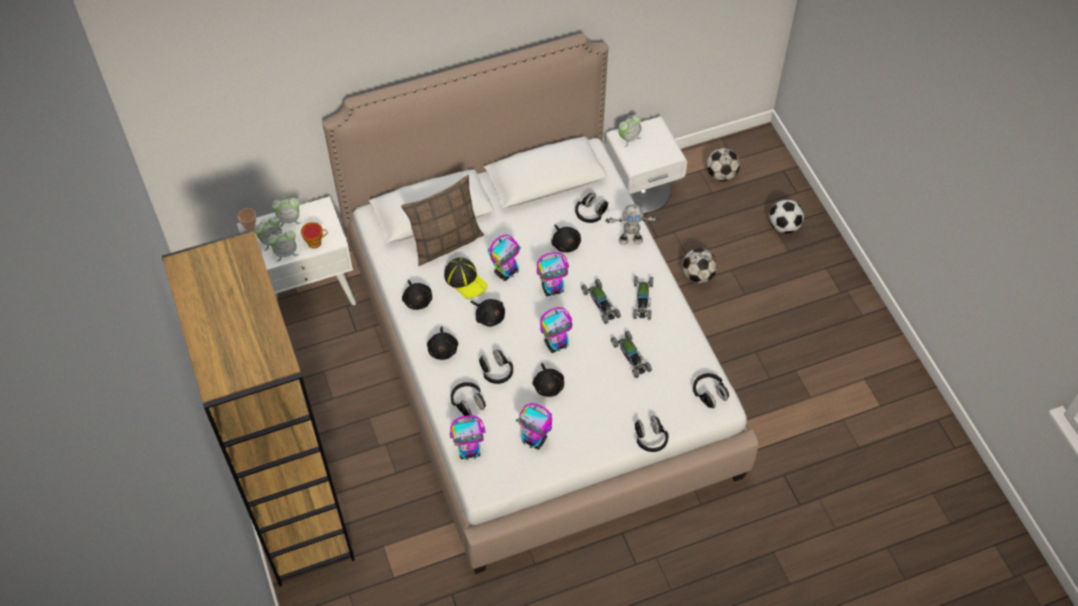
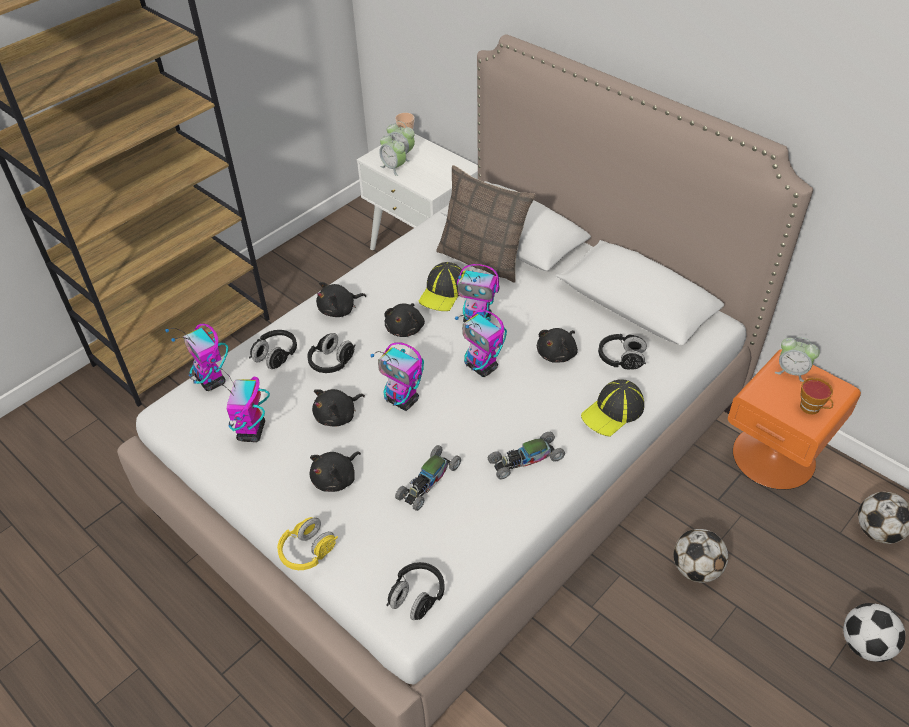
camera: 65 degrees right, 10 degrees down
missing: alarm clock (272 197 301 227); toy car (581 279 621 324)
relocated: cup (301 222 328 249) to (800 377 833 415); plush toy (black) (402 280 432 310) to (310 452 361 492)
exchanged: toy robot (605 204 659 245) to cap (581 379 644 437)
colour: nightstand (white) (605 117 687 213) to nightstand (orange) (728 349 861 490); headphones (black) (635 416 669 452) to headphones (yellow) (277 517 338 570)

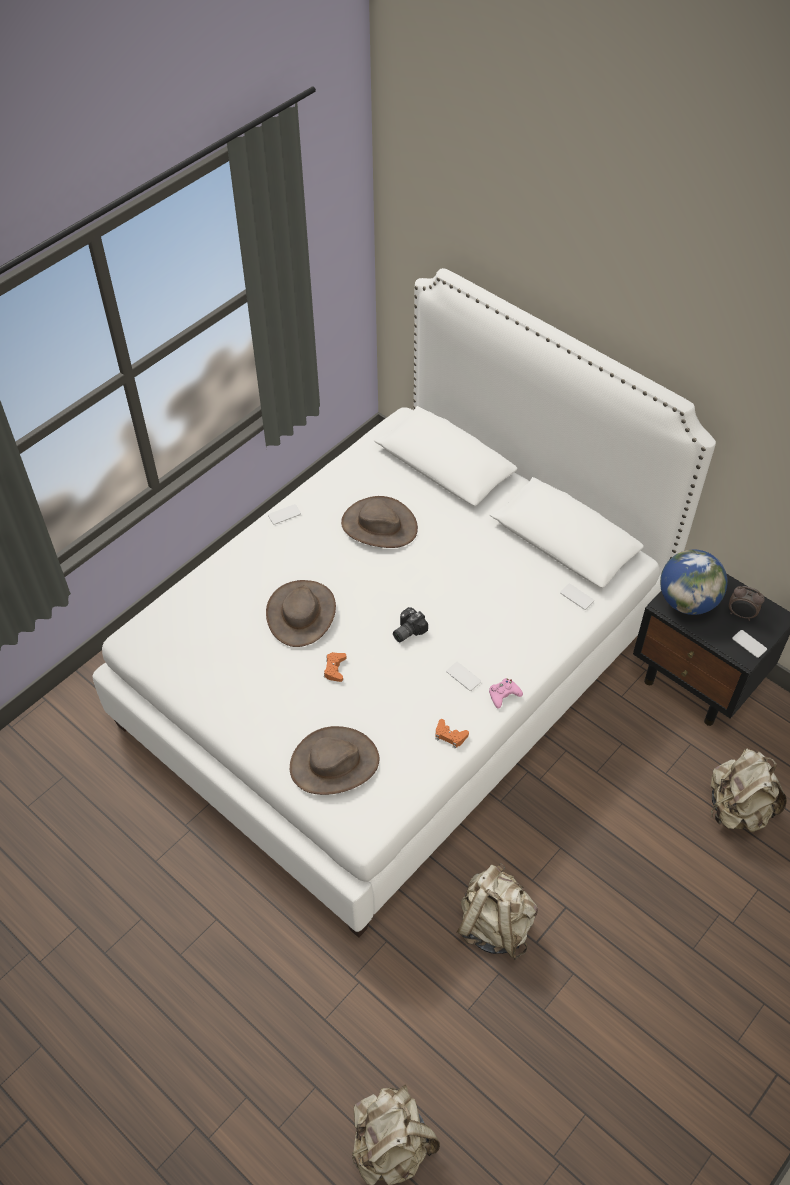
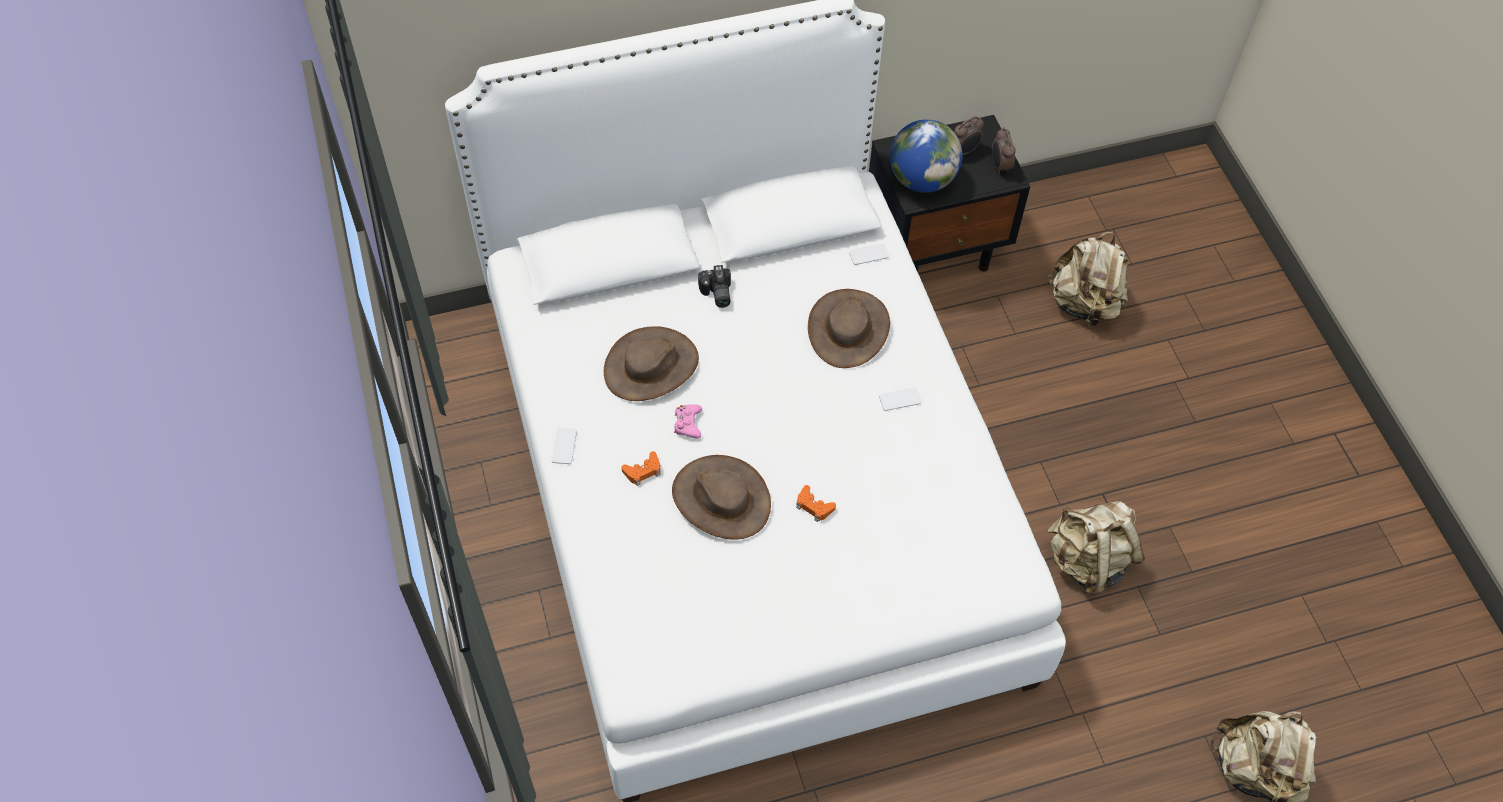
camera: 60 degrees left, 5 degrees up
relocated: hat (brown) (290 726 379 795) to (808 289 890 368); photo camera (393 607 428 643) to (698 265 731 308); game controller (orange) (436 719 469 749) to (621 451 661 486); game controller (pink) (489 678 523 709) to (674 404 702 439)
exchanged: phone (732 630 767 658) to alarm clock (992 127 1016 174)

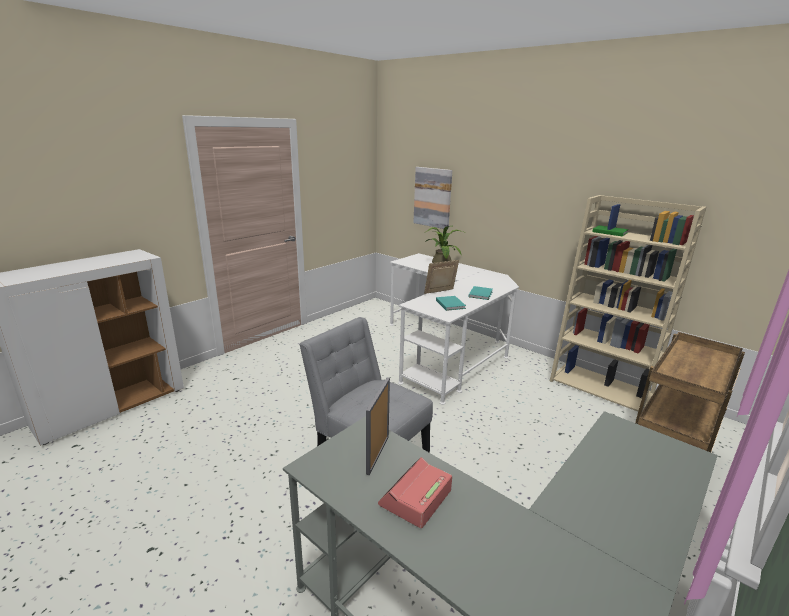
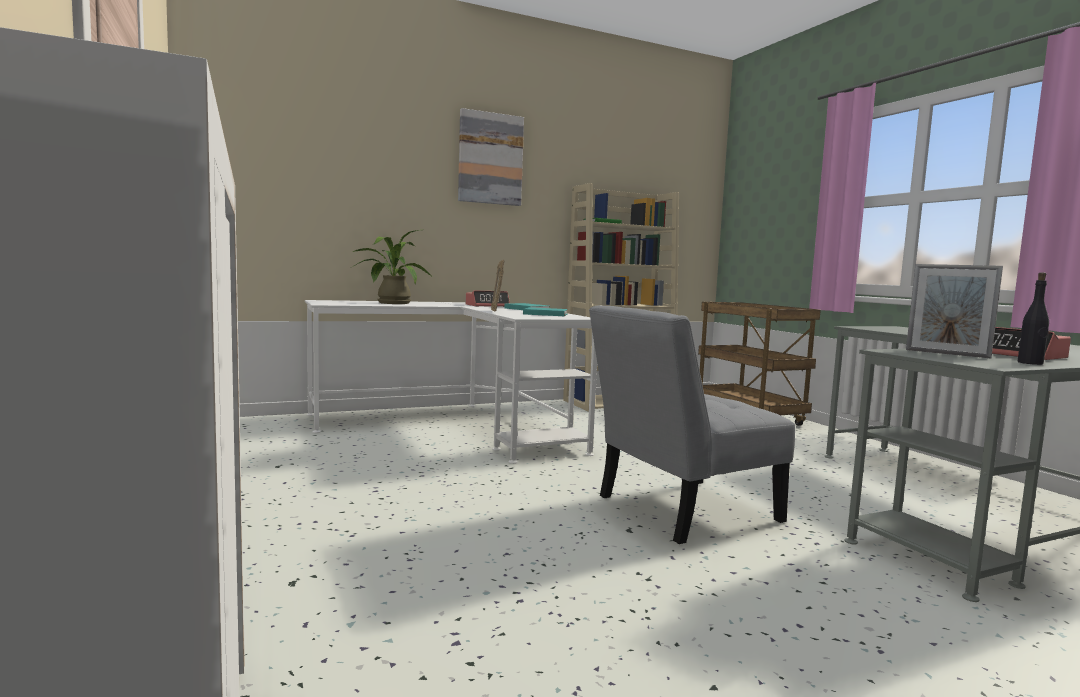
camera: 65 degrees left, 15 degrees down
appeared: alarm clock (466 290 510 307); bottle (black) (1018 272 1049 365)
relocated: picture (413 167 452 229) to (458 108 524 206)

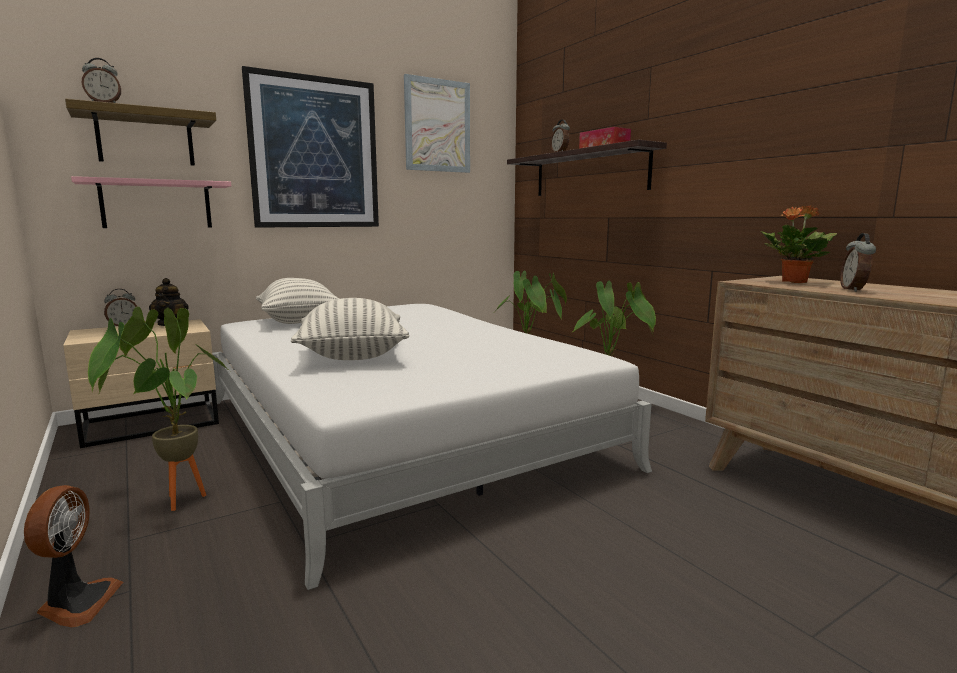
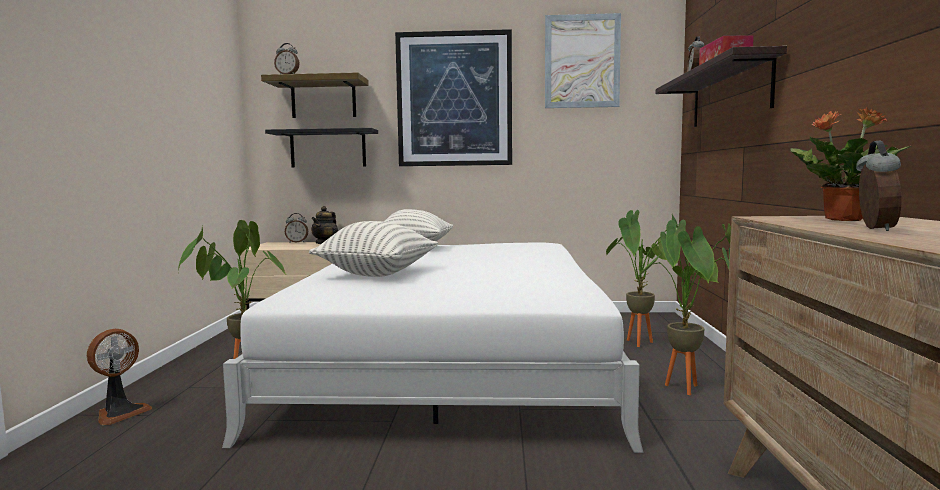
camera: 35 degrees right, 5 degrees down
colour: shelf (pink) (71 176 231 228) to shelf (black) (265 128 378 167)
spun: alarm clock (840 233 876 292) = (856 140 902 231) 150 degrees clockwise

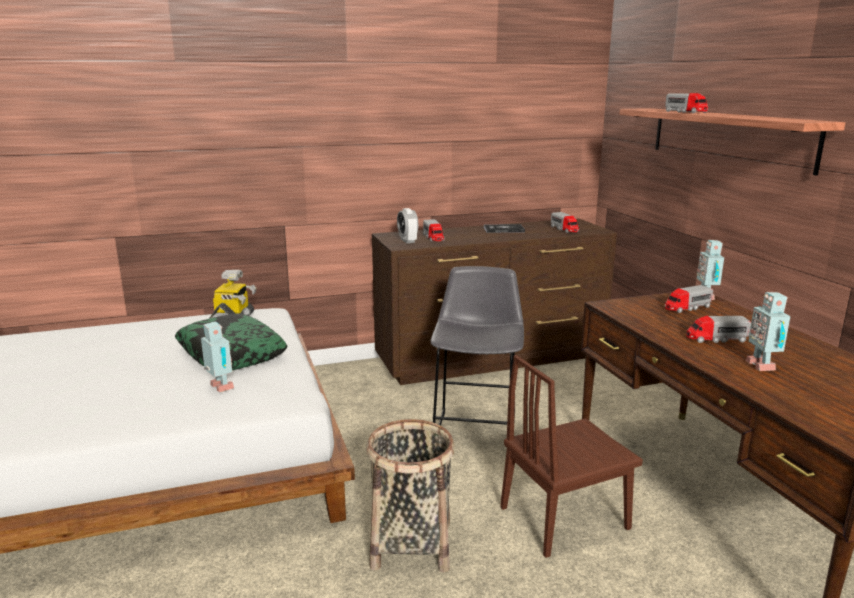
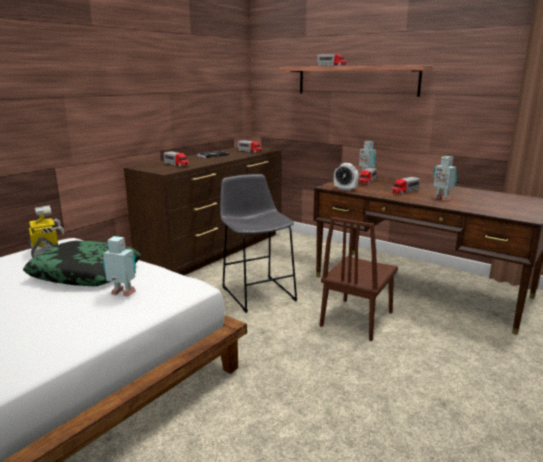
camera: 35 degrees left, 0 degrees up
missing: basket (367 419 455 572)
relocated: alarm clock (397 208 418 243) to (334 163 359 191)

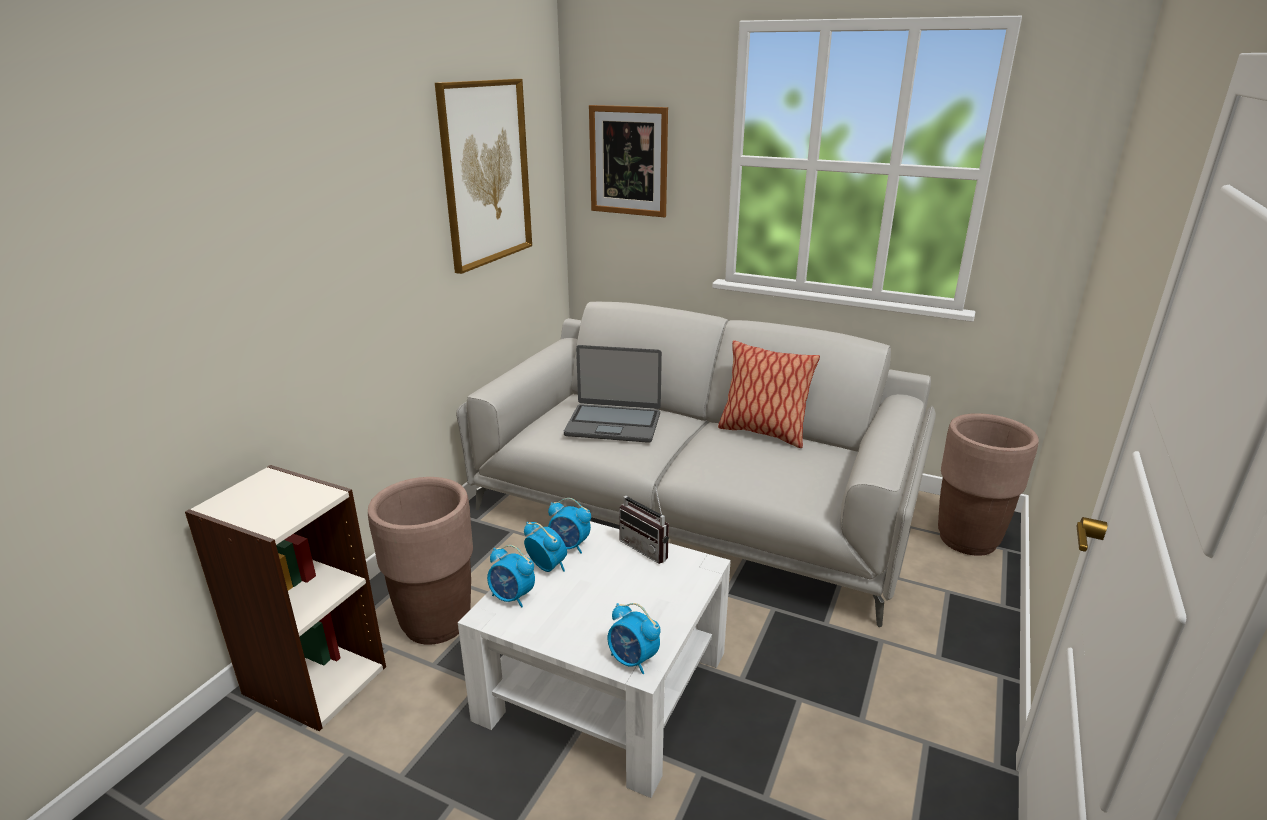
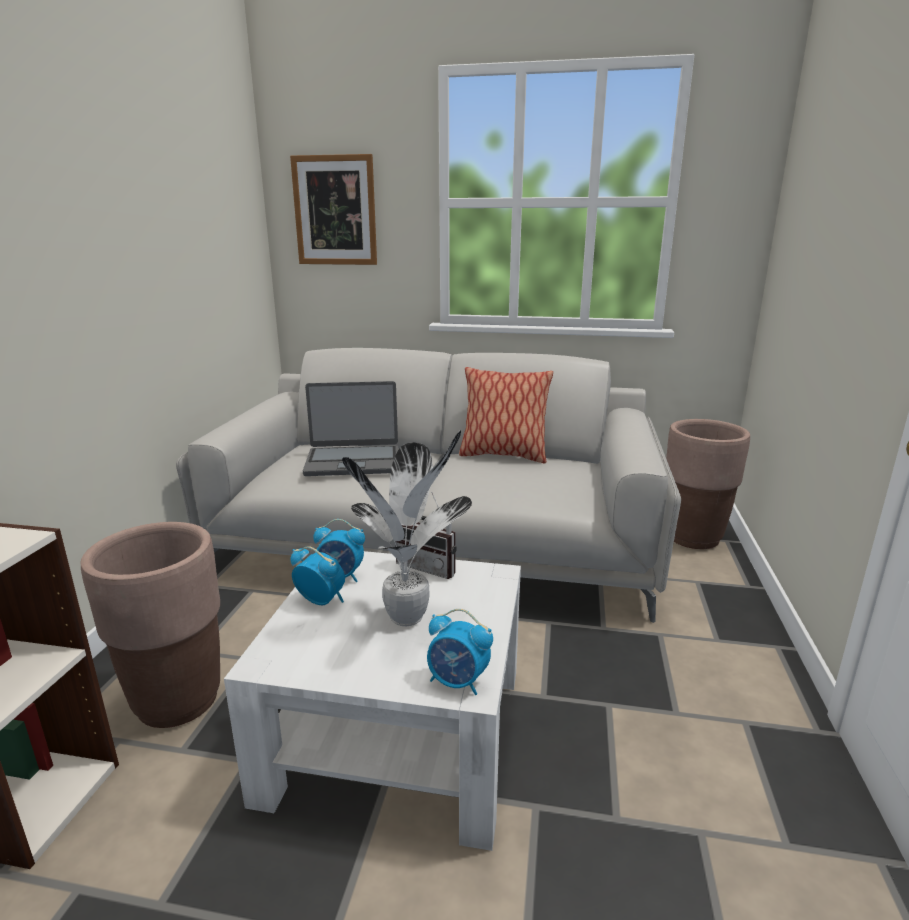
camera: 15 degrees left, 5 degrees down
missing: picture (435 79 532 274); alarm clock (487 545 535 608)
appeared: potted plant (342 431 472 626)

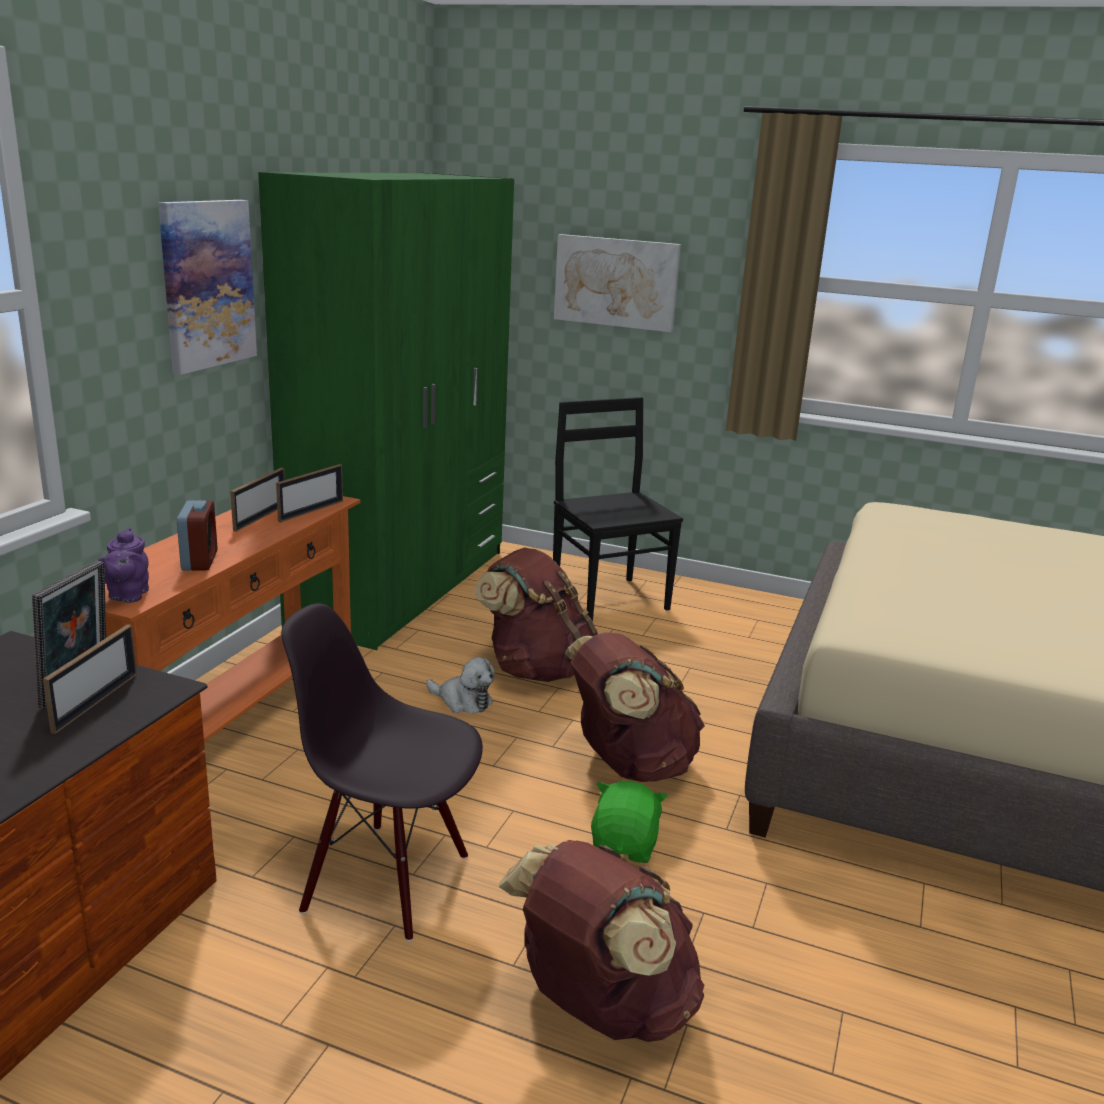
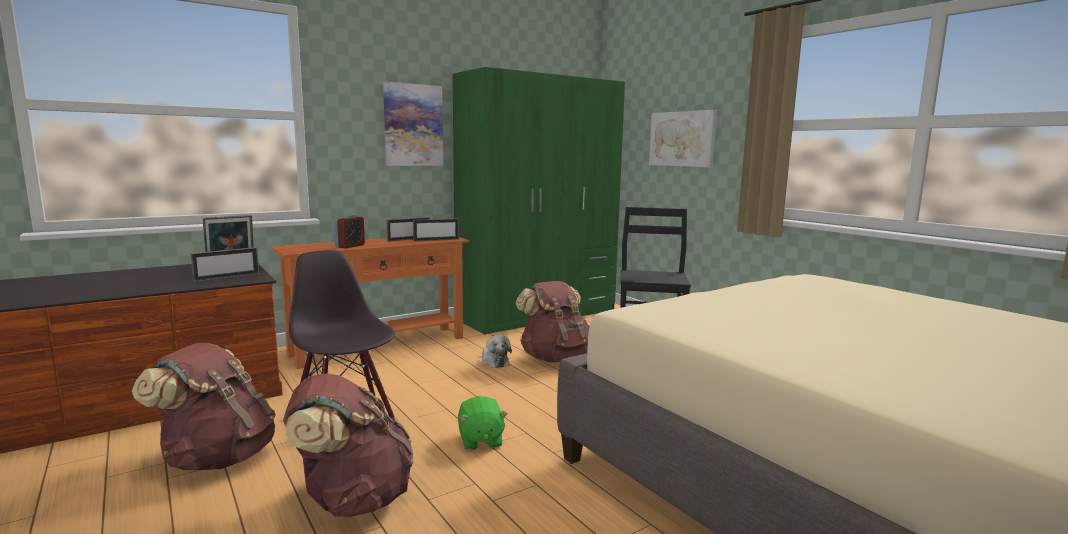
camera: 35 degrees right, 10 degrees down
missing: teapot (purple) (98 528 149 603)
relocated: backpack (brown) (565 632 705 782) to (132 343 276 470)
spun: plush toy (green) (591 781 667 863) = (458 396 508 450) 120 degrees clockwise

